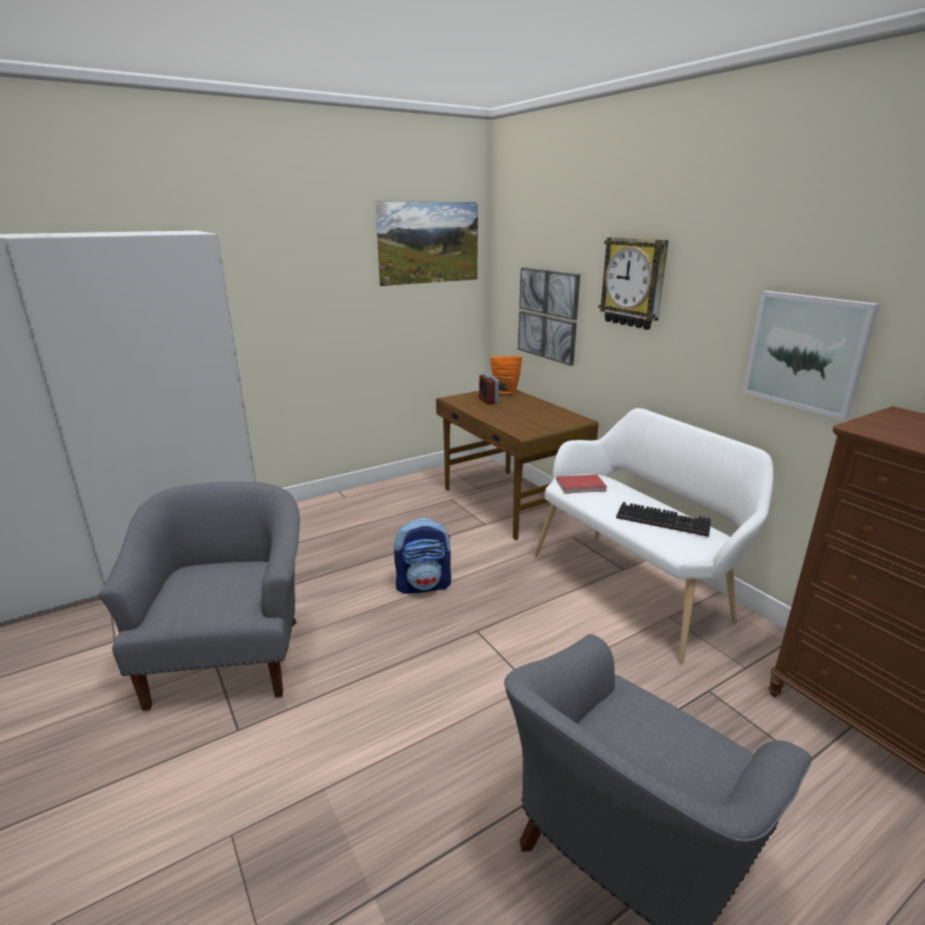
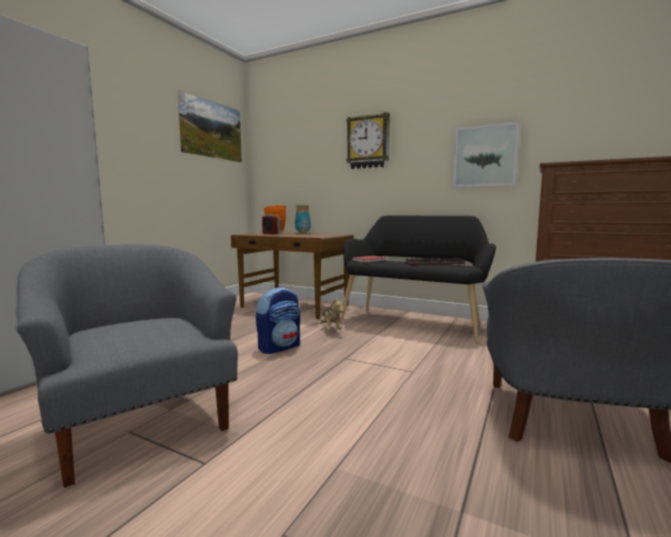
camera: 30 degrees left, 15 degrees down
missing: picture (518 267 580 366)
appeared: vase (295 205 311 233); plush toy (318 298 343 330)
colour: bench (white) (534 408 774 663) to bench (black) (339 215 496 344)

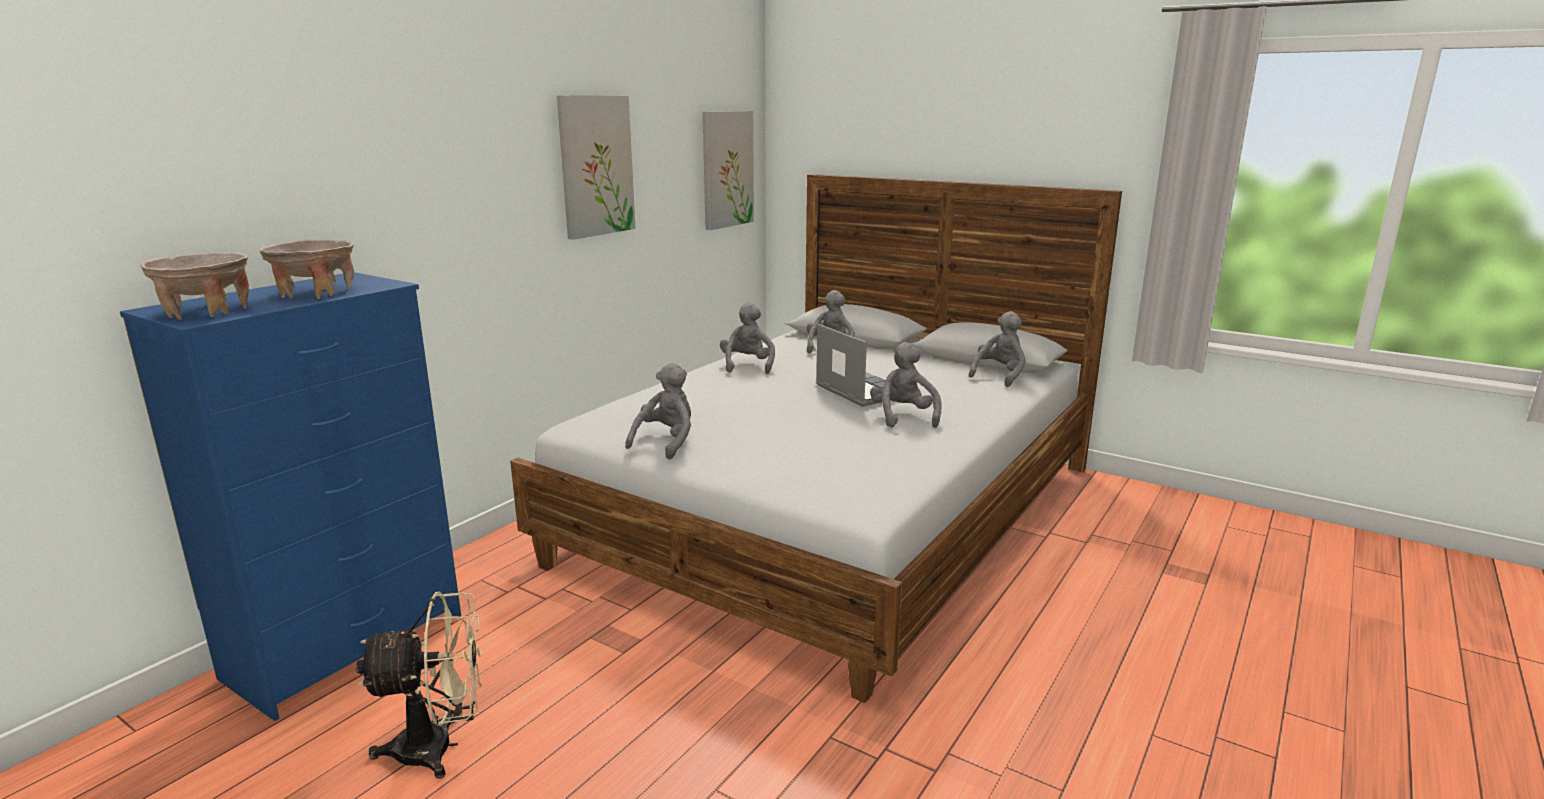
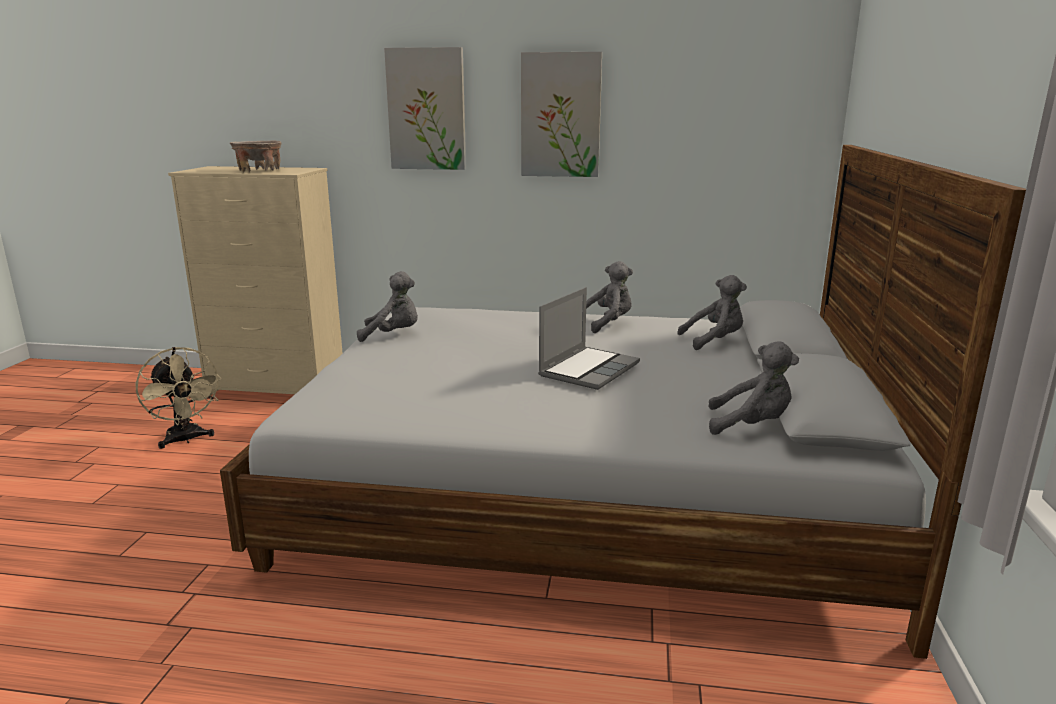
camera: 65 degrees right, 0 degrees up
missing: bowl (beige) (140 252 249 320); plush toy (grey) (870 342 942 428)
relocated: picture (703 111 754 230) to (384 47 466 170)
colour: dresser (blue) (120 272 461 721) to dresser (beige) (168 166 342 396)

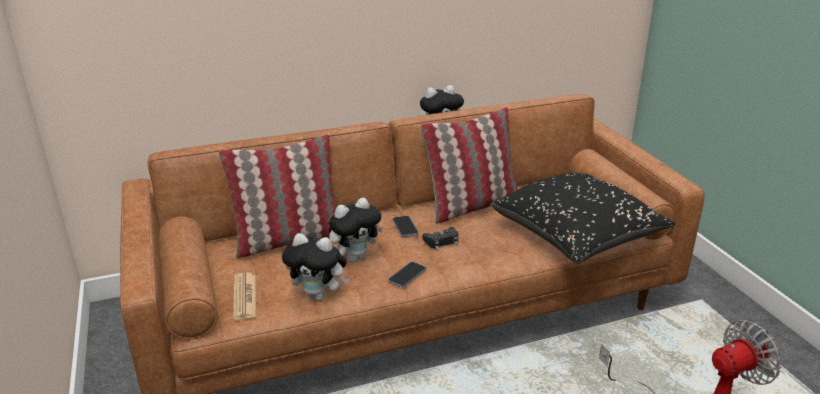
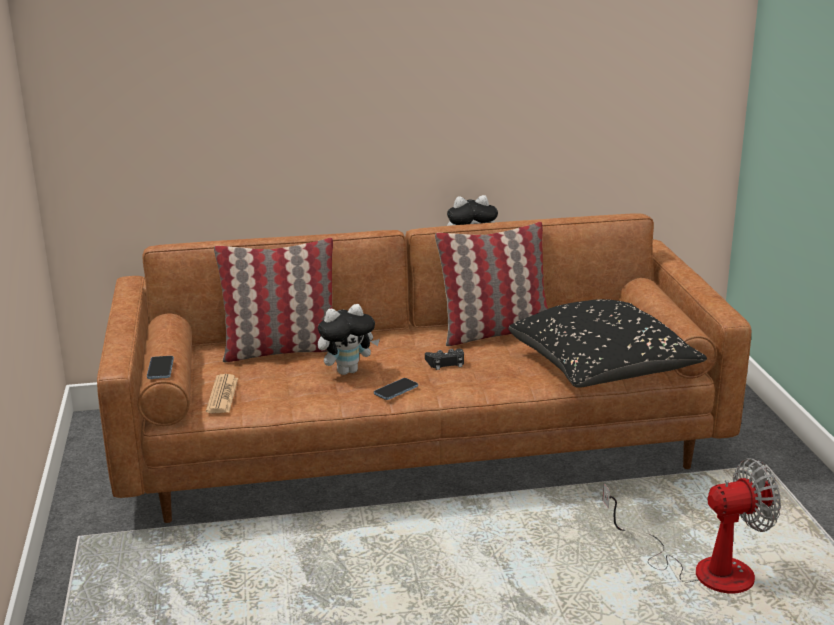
camera: 10 degrees right, 5 degrees down
missing: plush toy (282 233 349 301)
relocated: phone (392 216 419 237) to (147 356 174 379)

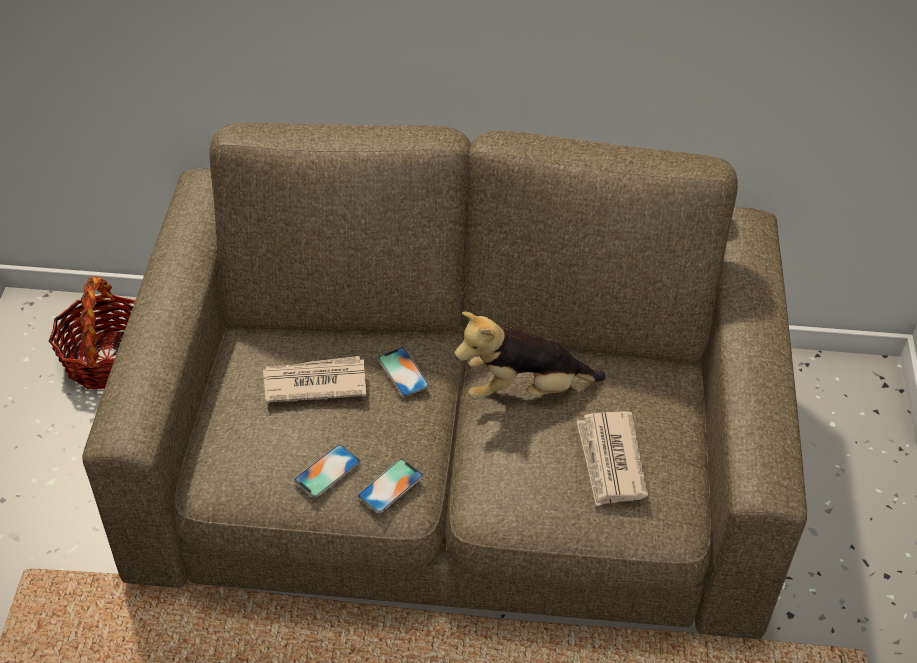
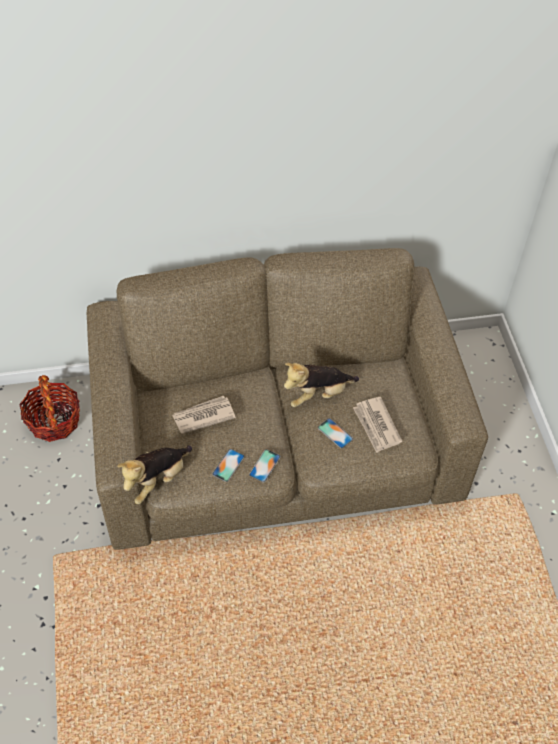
camera: 15 degrees left, 5 degrees up
appeared: plush toy (117 445 192 504)
relocated: phone (378 347 430 397) to (318 418 353 449)

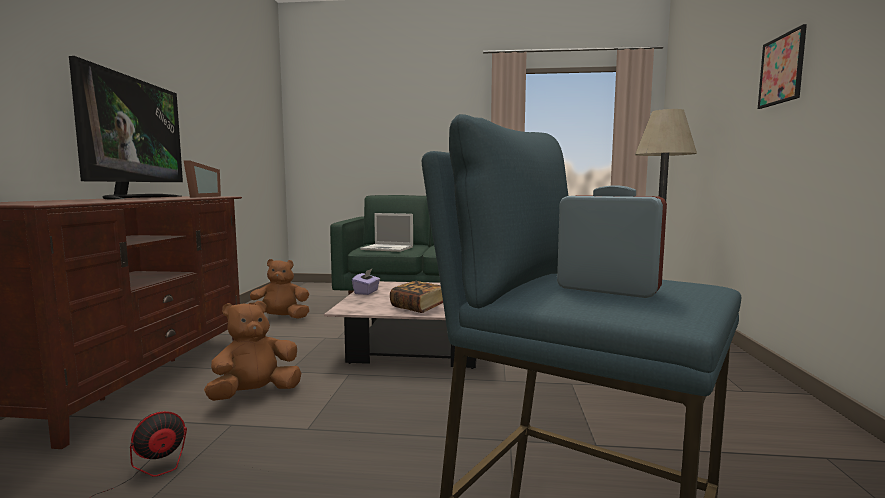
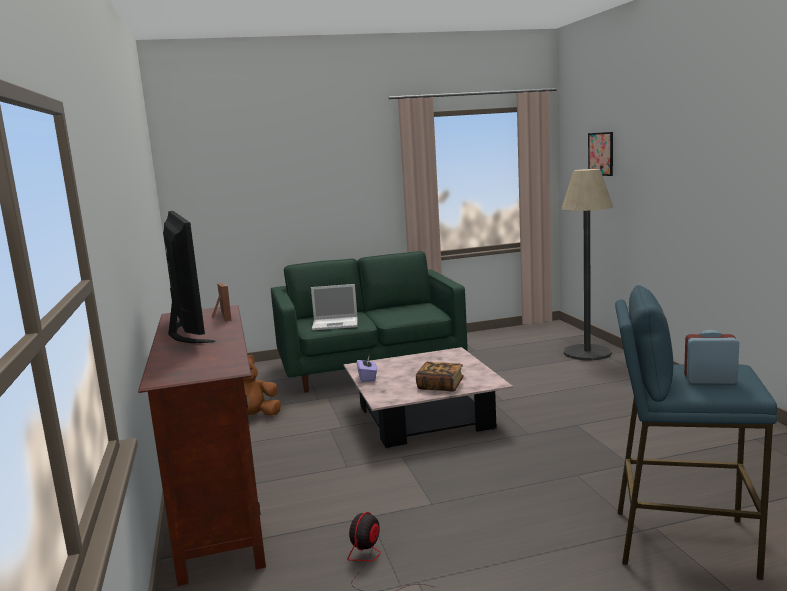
camera: 20 degrees left, 5 degrees up
missing: plush toy (brown) (204 301 301 401)
relocated: picture (758 24 807 109) to (588 132 613 176)

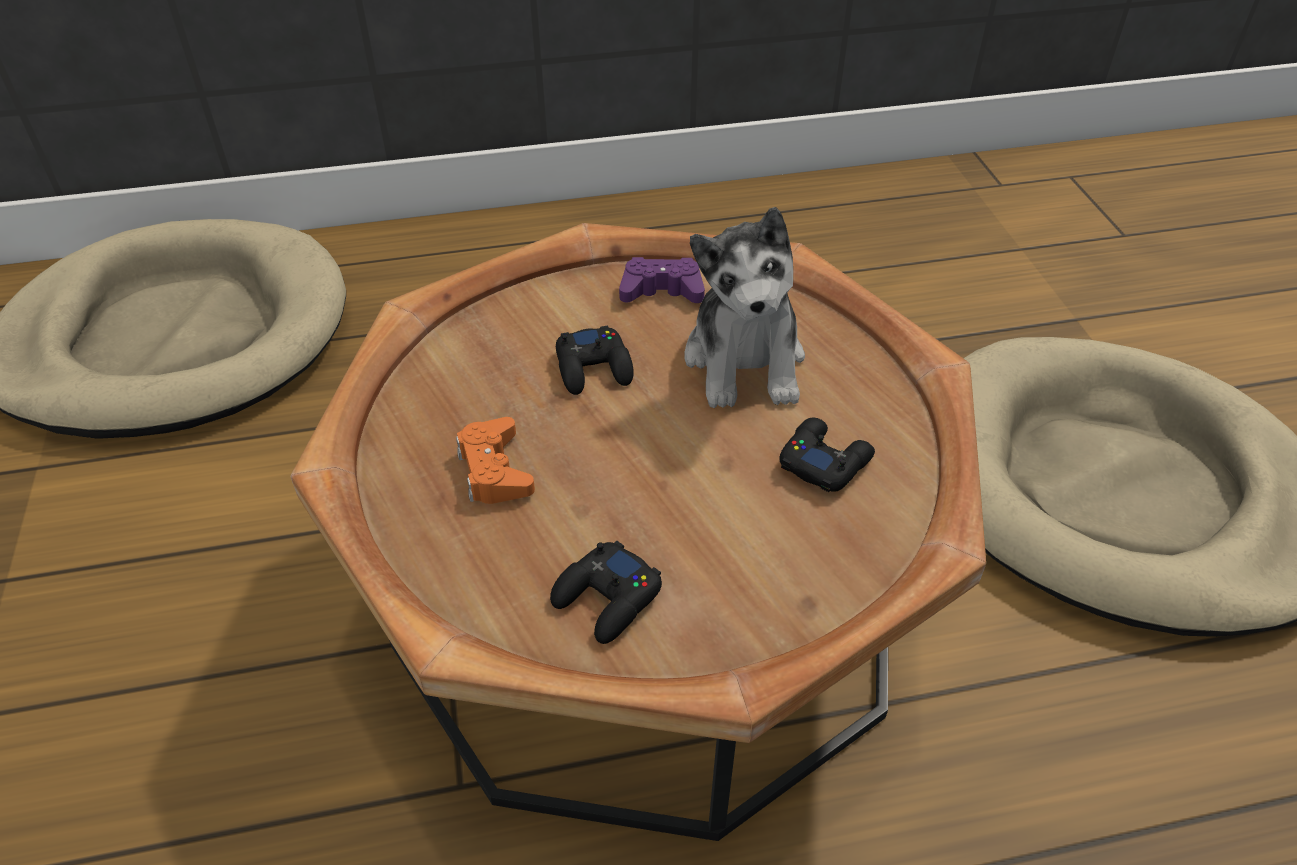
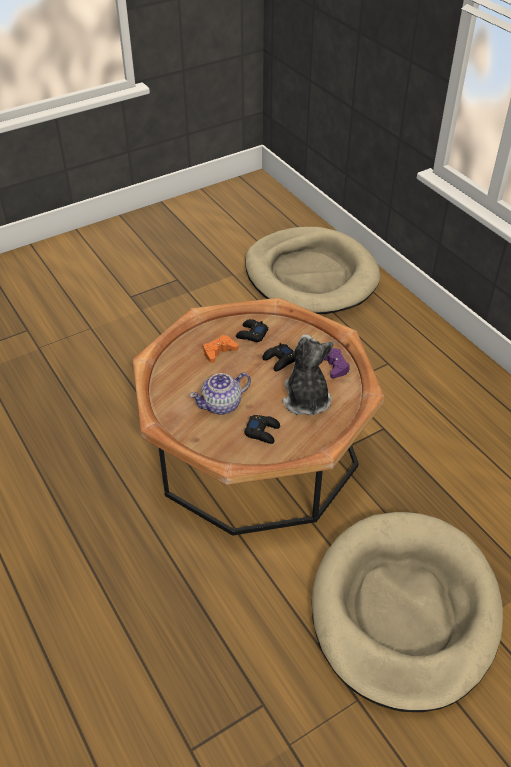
camera: 70 degrees right, 0 degrees up
appeared: teapot (190 373 251 415)
relocated: game controller (black) (550 541 662 644) to (236 319 268 342)
spun: plush toy (684 207 805 408) = (283 334 334 415) 105 degrees clockwise

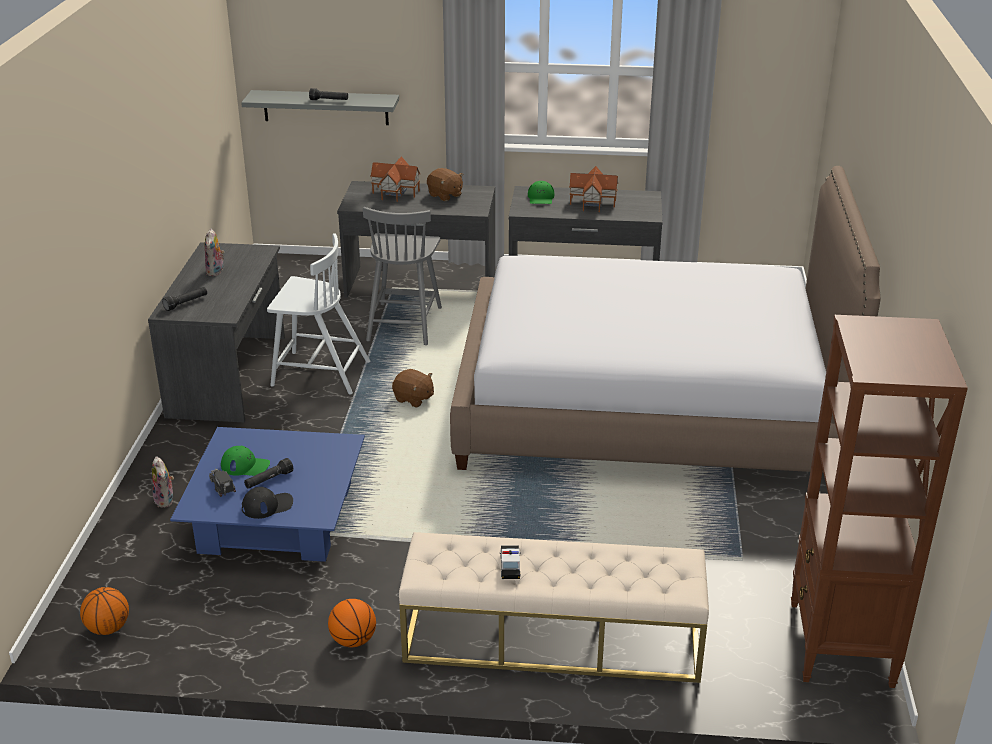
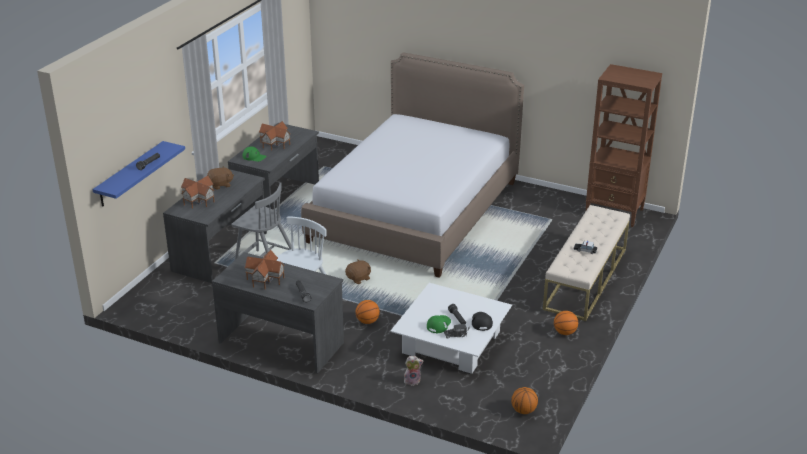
camera: 70 degrees left, 0 degrees up
appeared: basketball (356 300 380 324)
exchanged: plush toy (205 228 224 276) to toy house (244 250 285 289)
colour: coffee table (blue) (170 427 365 562) to coffee table (white) (390 283 512 374); shelf (grey) (241 90 399 125) to shelf (blue) (93 141 185 207)

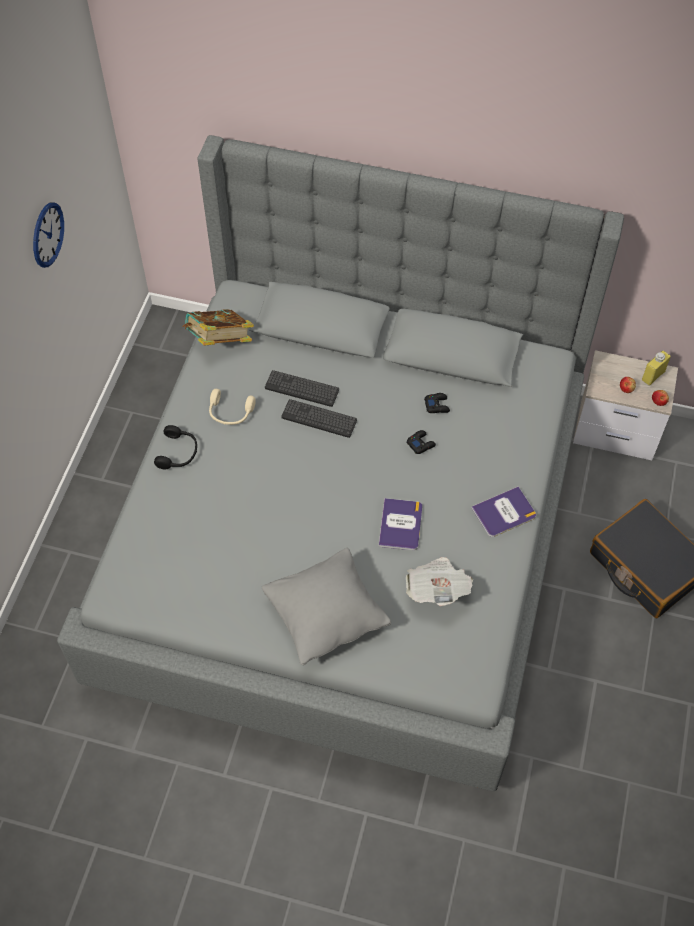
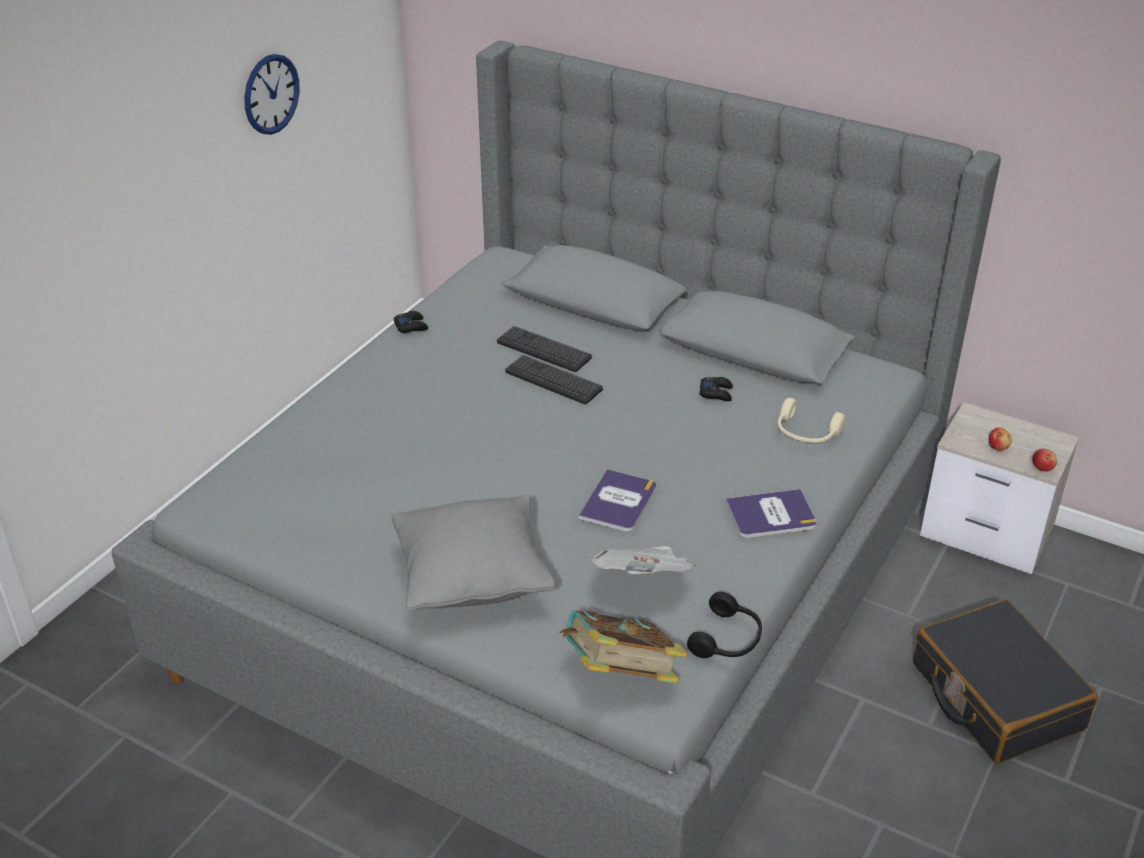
camera: 15 degrees right, 20 degrees down
missing: bottle (yellow) (642 350 671 385)
relocated: headphones (black) (154 425 197 469) to (687 592 762 658); book (182 309 254 346) to (559 610 687 684); headphones (beige) (209 389 256 425) to (777 398 845 443); game controller (black) (407 430 436 454) to (393 311 428 333)

